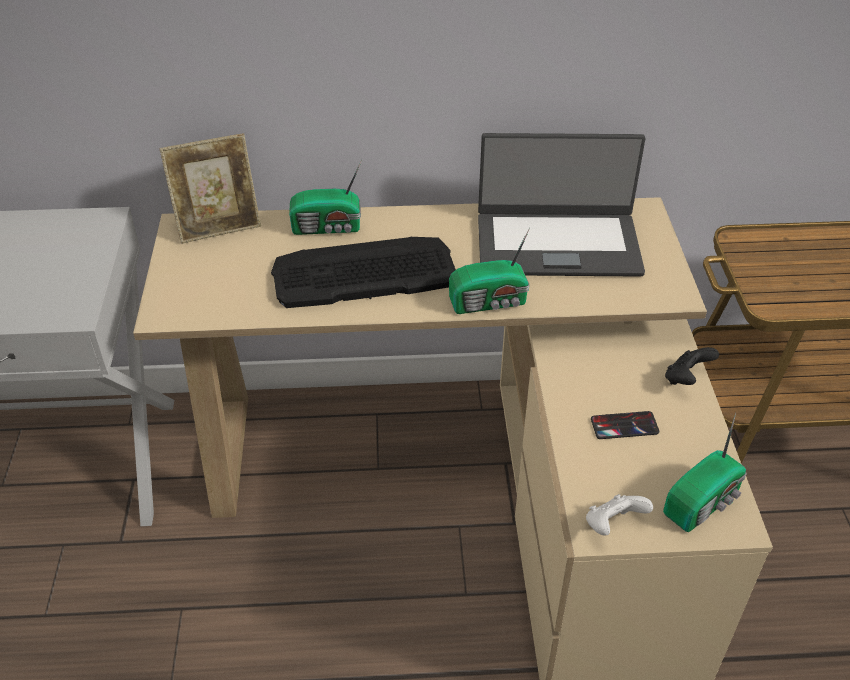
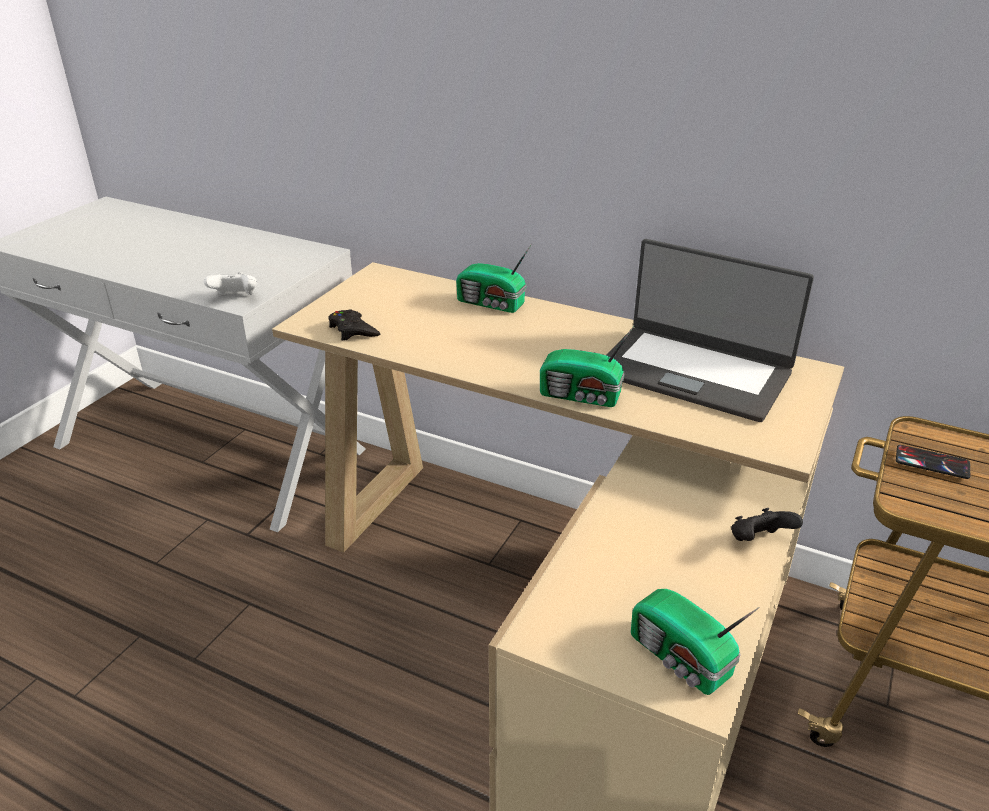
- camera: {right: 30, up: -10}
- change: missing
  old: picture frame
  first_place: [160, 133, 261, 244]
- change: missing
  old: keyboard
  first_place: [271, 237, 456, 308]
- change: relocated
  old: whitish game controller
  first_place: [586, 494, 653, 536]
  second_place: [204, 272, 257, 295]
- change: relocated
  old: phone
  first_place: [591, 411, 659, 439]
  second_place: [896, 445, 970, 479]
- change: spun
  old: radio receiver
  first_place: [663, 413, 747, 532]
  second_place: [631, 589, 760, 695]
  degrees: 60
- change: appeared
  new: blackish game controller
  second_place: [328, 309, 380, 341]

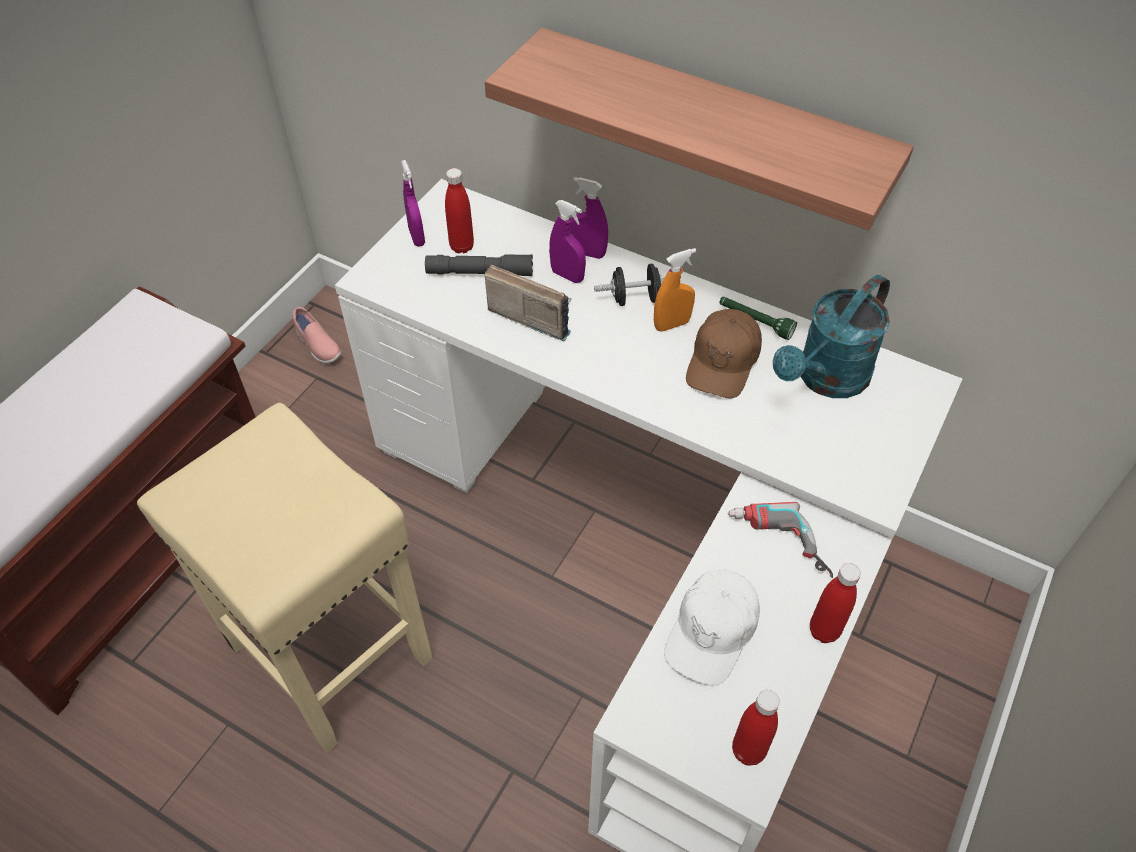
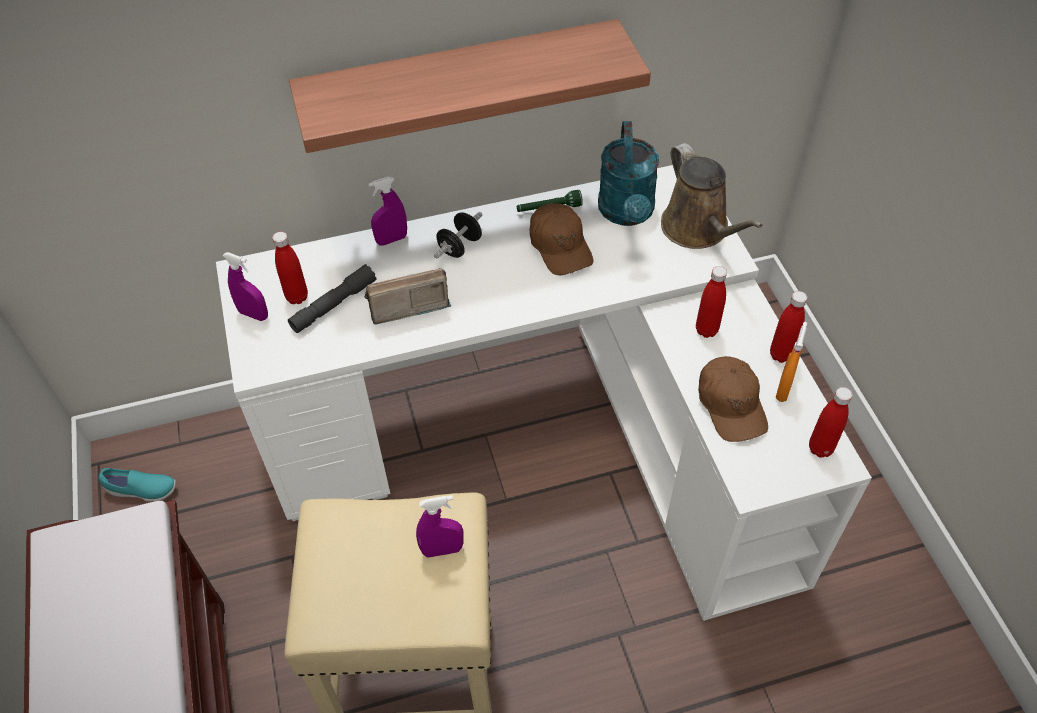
- camera: {right: -45, up: 0}
- change: colour
  old: pink-coloured item of footwear
  new: turquoise item of footwear
  first_place: [292, 307, 342, 363]
  second_place: [99, 468, 176, 502]
- change: relocated
  old: purple-coloured spray bottle
  first_place: [549, 200, 586, 283]
  second_place: [416, 495, 464, 557]
- change: relocated
  old: orange-coloured spray bottle
  first_place: [654, 248, 696, 332]
  second_place: [776, 322, 807, 402]
- change: colour
  old: whitish cap
  new: brownish cap
  first_place: [664, 570, 760, 686]
  second_place: [699, 356, 768, 442]
- change: exchanged
  old: electric drill
  new: red drink bottle
  first_place: [728, 502, 833, 578]
  second_place: [696, 266, 727, 338]
- change: appeared
  new: brownish sprinkling can
  second_place: [661, 143, 763, 249]

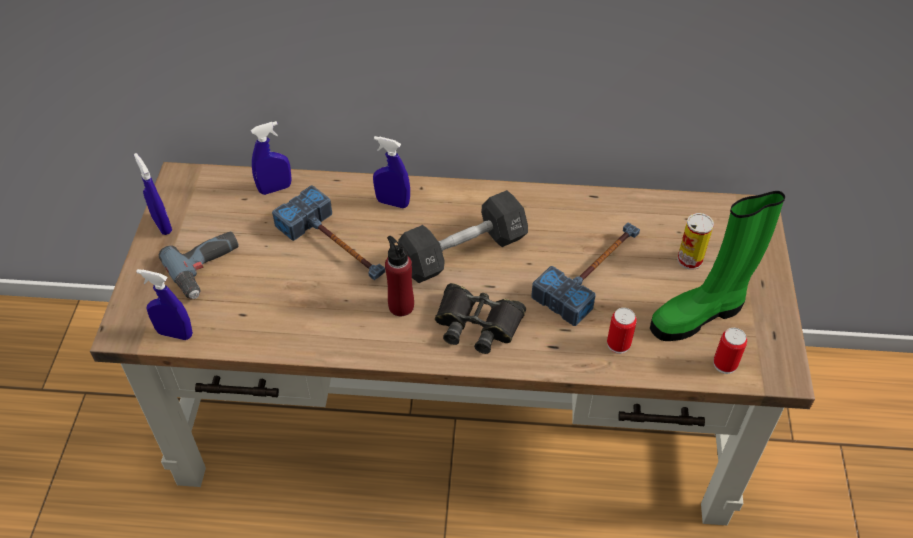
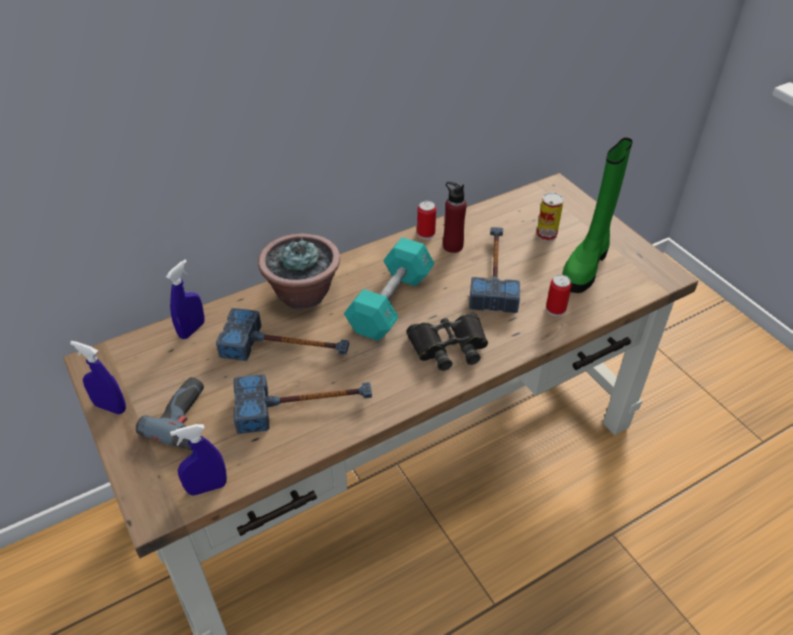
- camera: {right: -35, up: -5}
- change: exchanged
  old: blue spray bottle
  new: houseplant
  first_place: [373, 136, 410, 208]
  second_place: [258, 234, 340, 310]
- change: relocated
  old: red drink bottle
  first_place: [385, 236, 414, 316]
  second_place: [443, 182, 467, 253]
- change: colour
  old: blackish dumbbell
  new: turquoise dumbbell
  first_place: [398, 190, 528, 283]
  second_place: [344, 237, 435, 341]
- change: relocated
  old: metal can
  first_place: [714, 328, 747, 374]
  second_place: [417, 201, 436, 240]
- change: appeared
  new: hammer
  second_place: [234, 374, 372, 434]

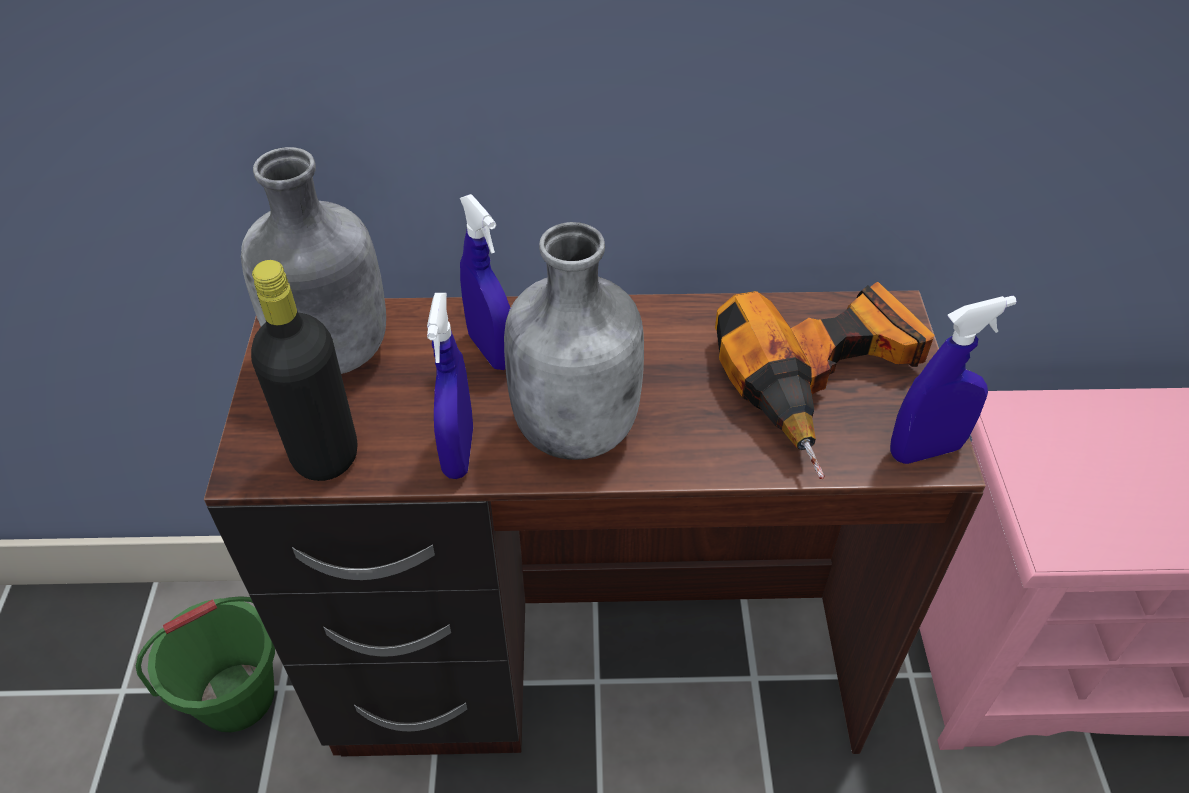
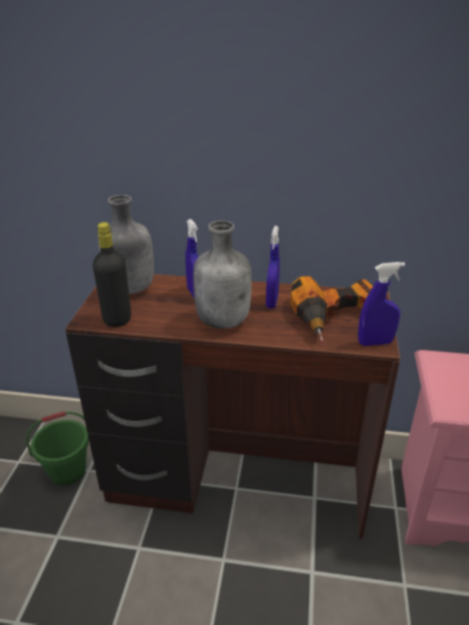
- camera: {right: 10, up: -15}
- change: relocated
  old: blue spray bottle
  first_place: [427, 293, 473, 479]
  second_place: [266, 226, 280, 308]

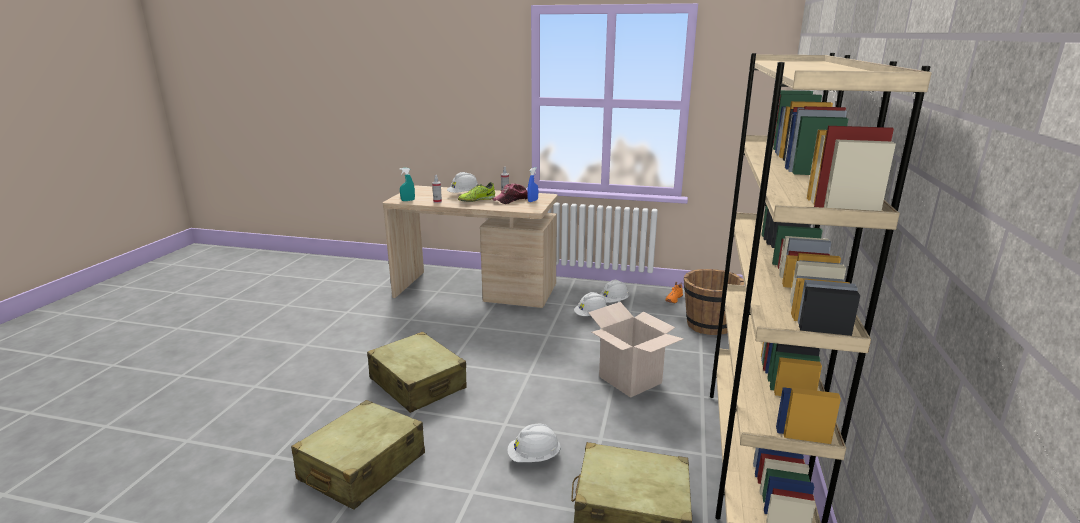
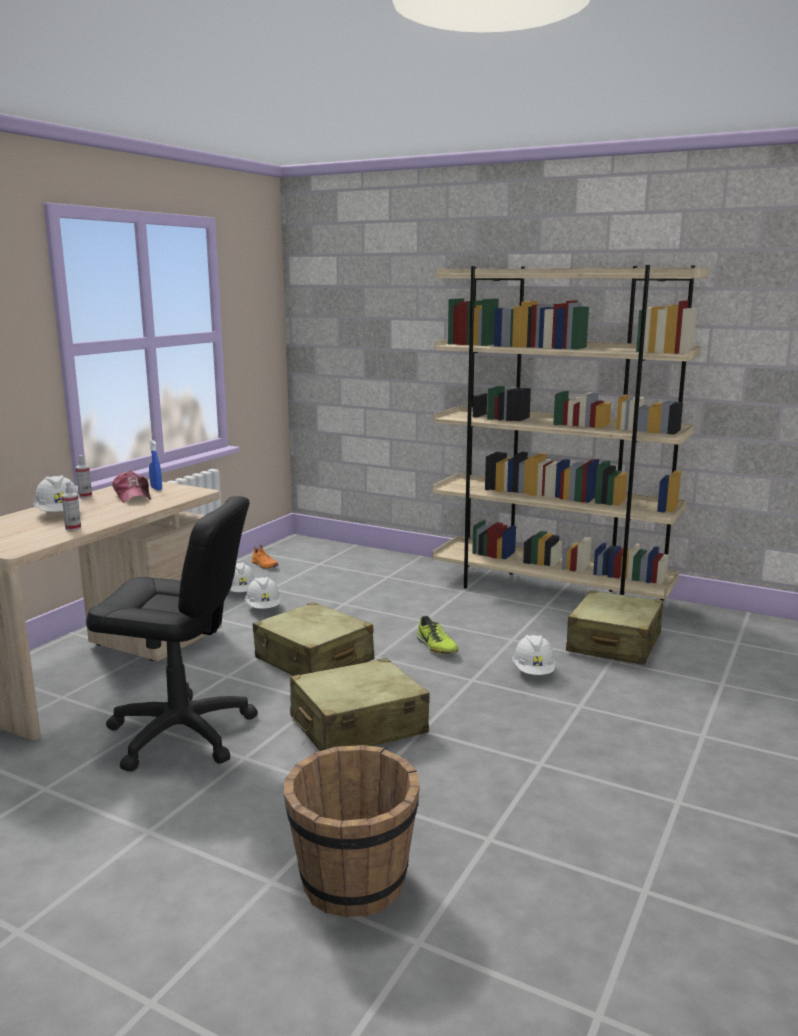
- camera: {right: -75, up: -5}
- change: relocated
  old: beige piece of luggage
  first_place: [291, 400, 425, 510]
  second_place: [253, 602, 374, 676]
- change: missing
  old: turquoise spray bottle
  first_place: [400, 168, 415, 201]
- change: relocated
  old: item of footwear
  first_place: [458, 182, 495, 202]
  second_place: [417, 616, 458, 654]
- change: missing
  old: cardboard box
  first_place: [588, 302, 684, 398]
- change: relocated
  old: brownish water bucket
  first_place: [684, 269, 744, 335]
  second_place: [284, 745, 420, 917]
- change: appeared
  new: blackish computer chair
  second_place: [86, 496, 258, 772]

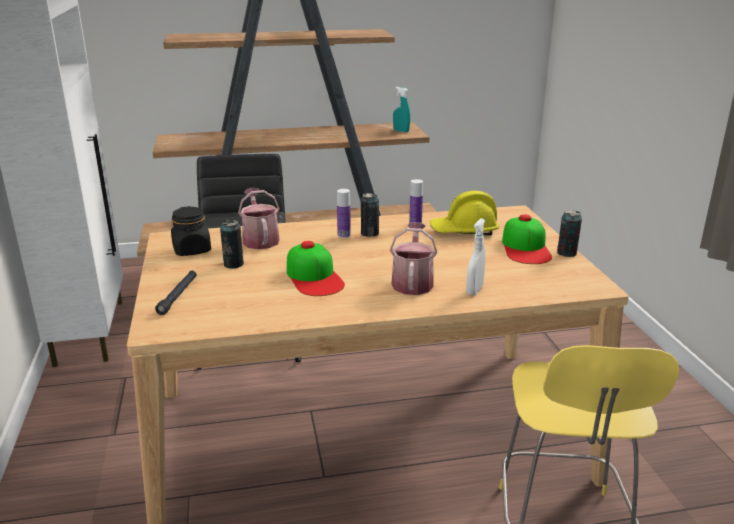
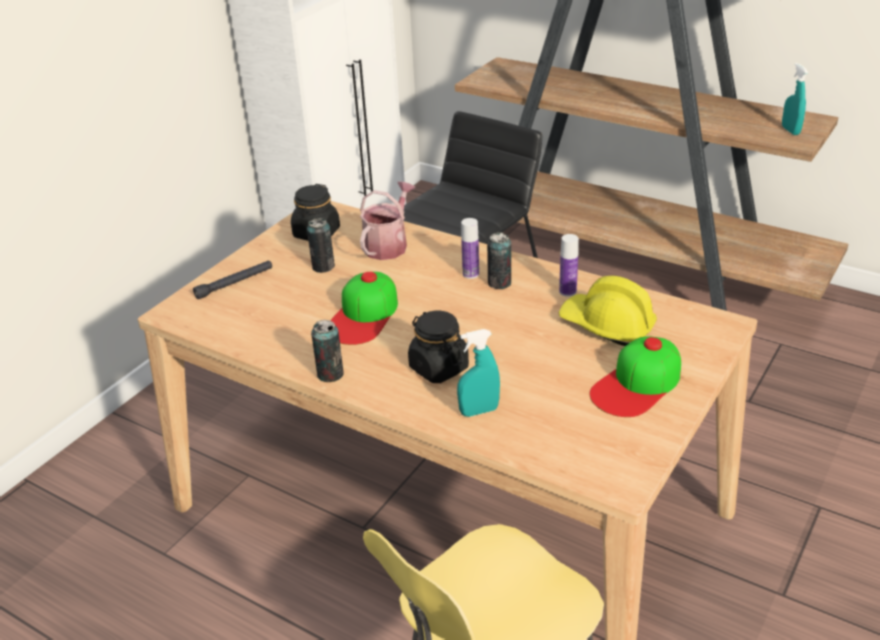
- camera: {right: 45, up: 10}
- change: exchanged
  old: sprinkling can
  new: blackish storage jar
  first_place: [390, 222, 437, 295]
  second_place: [408, 311, 469, 383]
- change: colour
  old: whitish spray bottle
  new: turquoise spray bottle
  first_place: [466, 218, 486, 295]
  second_place: [457, 329, 500, 417]
- change: relocated
  old: metal can
  first_place: [557, 210, 582, 257]
  second_place: [311, 320, 344, 382]

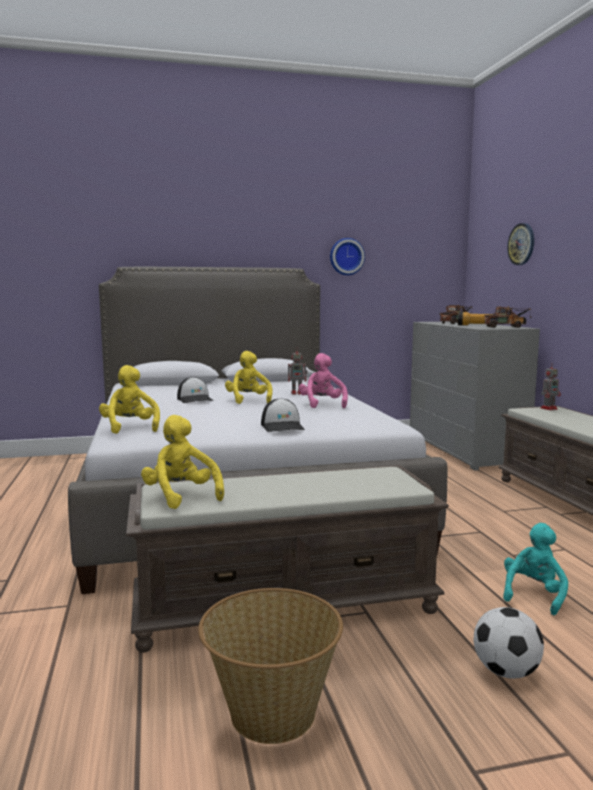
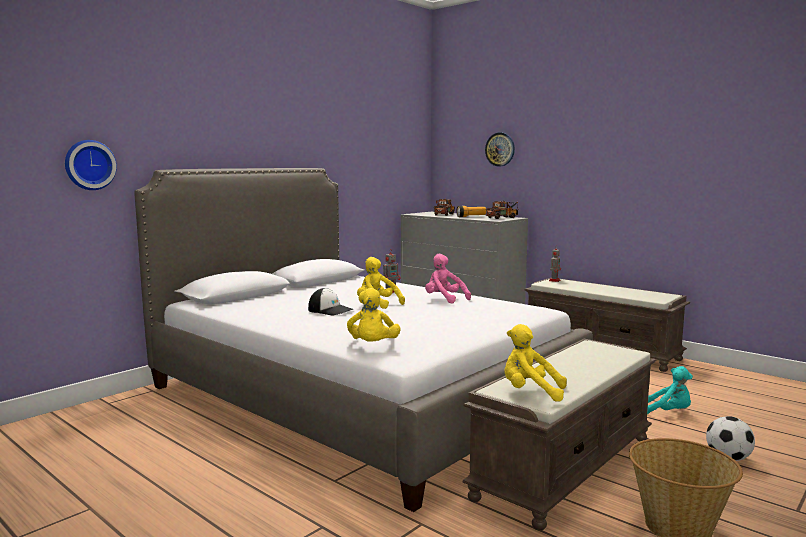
- camera: {right: -35, up: 0}
- change: spun
  old: yellow plush toy
  first_place: [99, 365, 160, 434]
  second_place: [347, 288, 401, 341]
  degrees: -120
- change: missing
  old: cap
  first_place: [261, 398, 305, 432]
- change: relocated
  old: clock on the wall
  first_place: [330, 238, 365, 275]
  second_place: [65, 140, 117, 190]
- change: spun
  old: turquoise plush toy
  first_place: [503, 523, 568, 615]
  second_place: [647, 366, 693, 414]
  degrees: 120

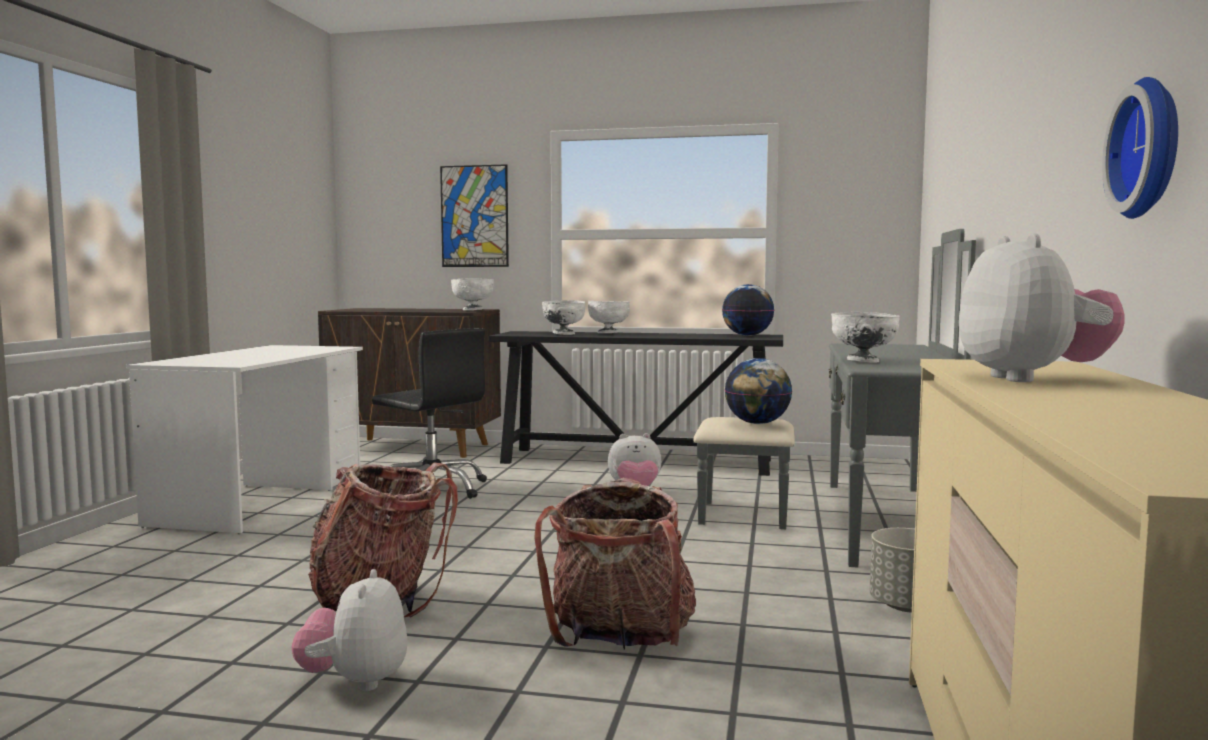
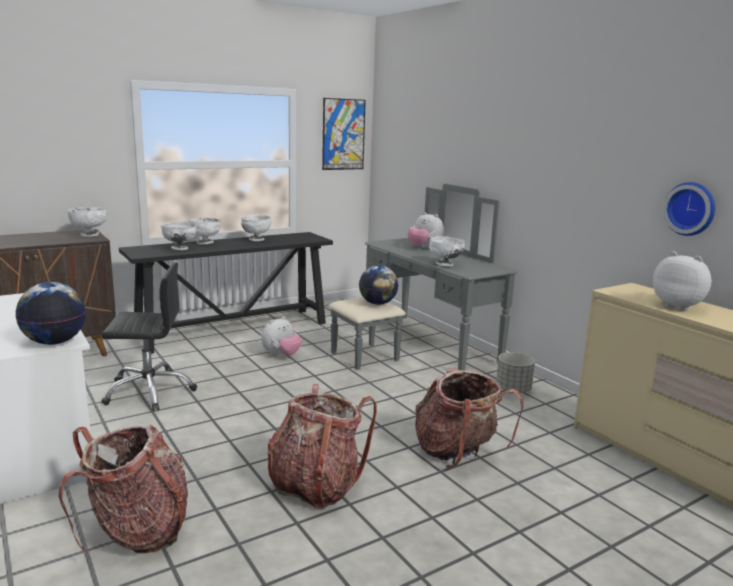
- camera: {right: -45, up: 10}
- change: relocated
  old: plush toy
  first_place: [292, 569, 407, 691]
  second_place: [407, 212, 444, 249]
- change: relocated
  old: wall art
  first_place: [440, 164, 509, 267]
  second_place: [322, 98, 366, 170]
- change: relocated
  old: globe
  first_place: [722, 284, 774, 336]
  second_place: [15, 282, 86, 345]
- change: appeared
  new: knapsack
  second_place: [58, 424, 188, 554]
- change: appeared
  new: whitish serving bowl
  second_place: [241, 215, 271, 241]

